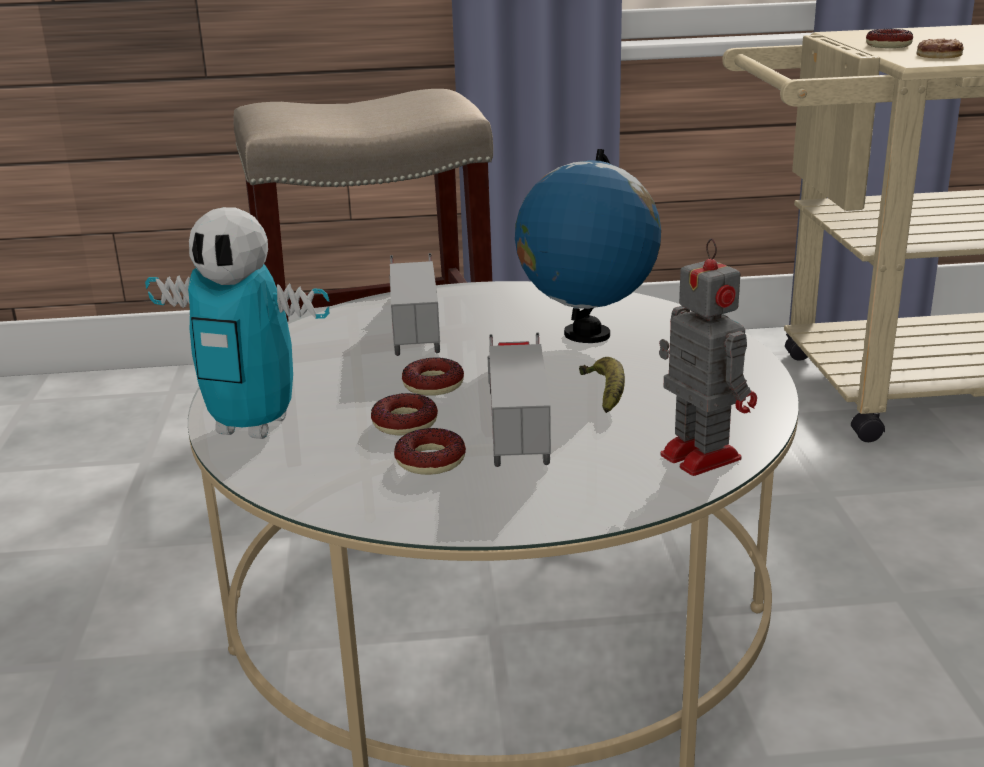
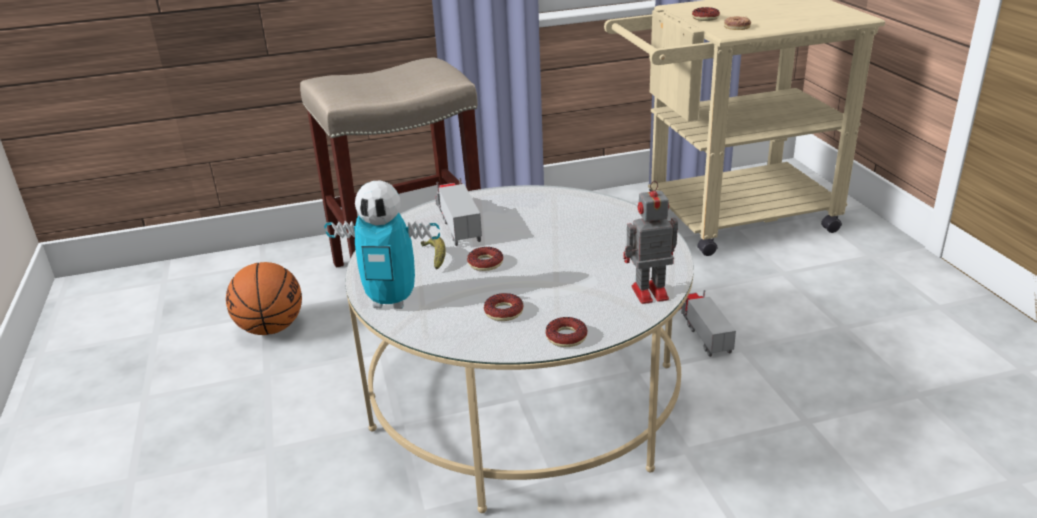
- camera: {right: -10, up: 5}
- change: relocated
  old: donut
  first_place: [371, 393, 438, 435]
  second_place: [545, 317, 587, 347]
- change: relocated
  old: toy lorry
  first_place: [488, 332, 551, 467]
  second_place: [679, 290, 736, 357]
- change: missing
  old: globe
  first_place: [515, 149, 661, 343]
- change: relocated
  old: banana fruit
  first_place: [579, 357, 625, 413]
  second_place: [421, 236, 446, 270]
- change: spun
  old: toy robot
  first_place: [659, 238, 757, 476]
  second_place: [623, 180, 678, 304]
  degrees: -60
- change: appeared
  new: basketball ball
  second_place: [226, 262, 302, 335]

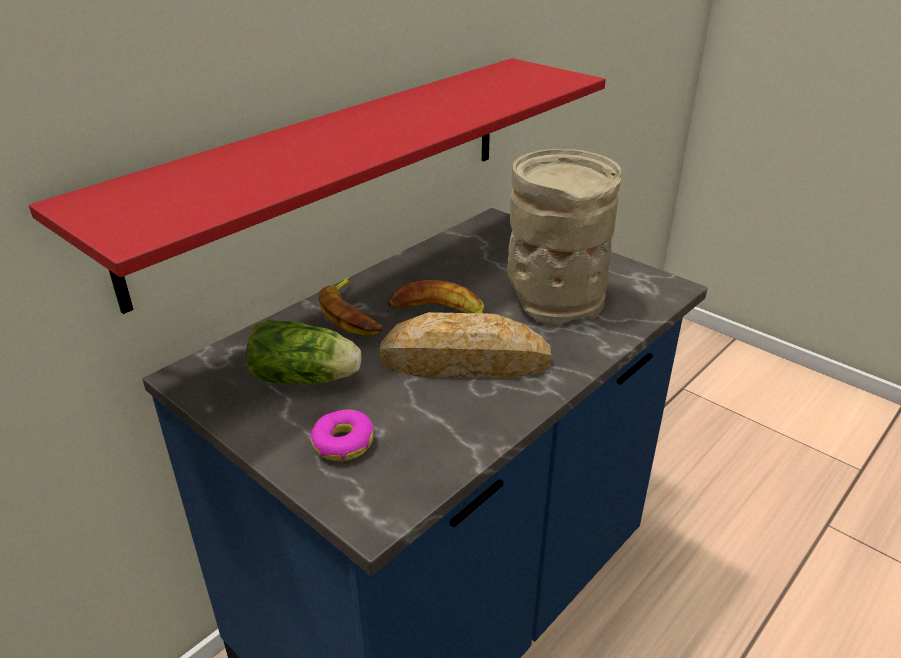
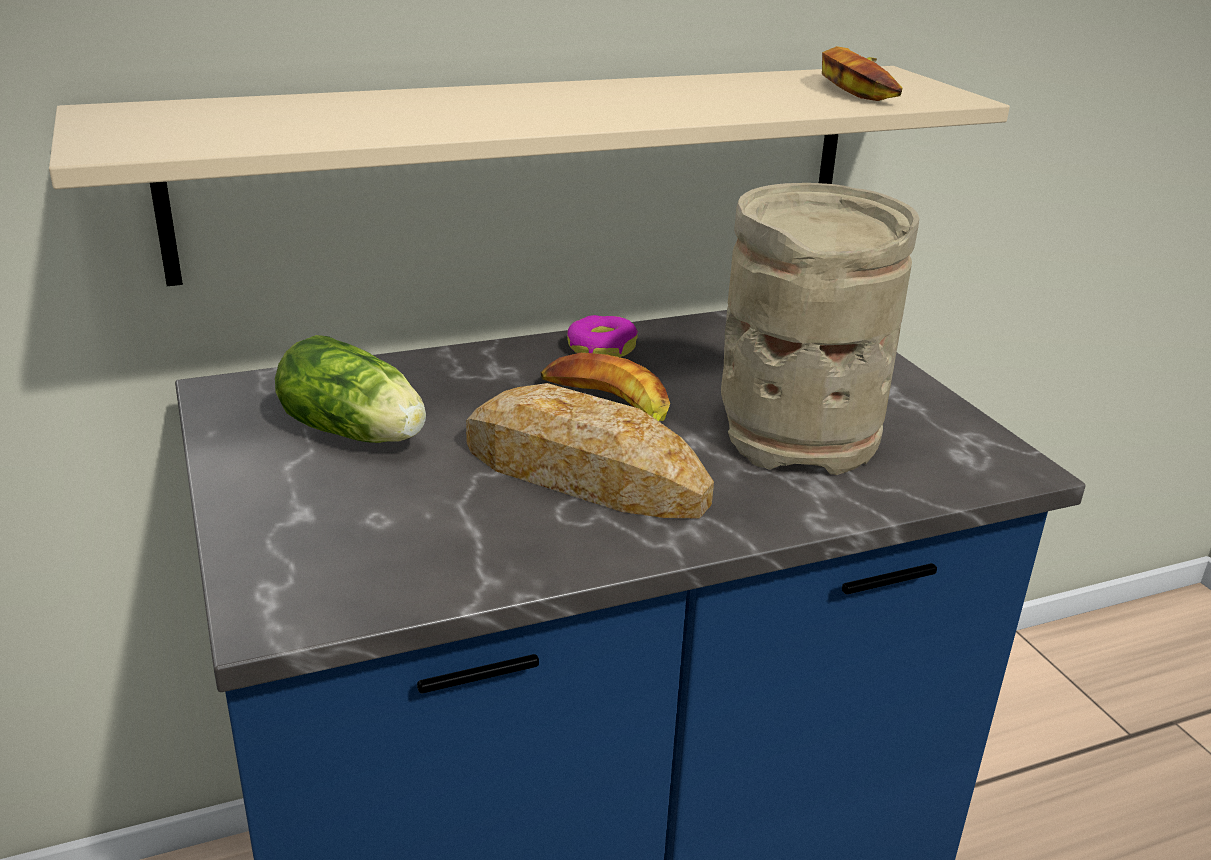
- camera: {right: 25, up: -5}
- change: colour
  old: red wall shelf
  new: beige wall shelf
  first_place: [29, 58, 606, 314]
  second_place: [49, 66, 1010, 286]
- change: relocated
  old: donut
  first_place: [311, 410, 373, 461]
  second_place: [567, 315, 638, 357]
- change: relocated
  old: banana fruit
  first_place: [318, 277, 382, 336]
  second_place: [822, 46, 902, 101]

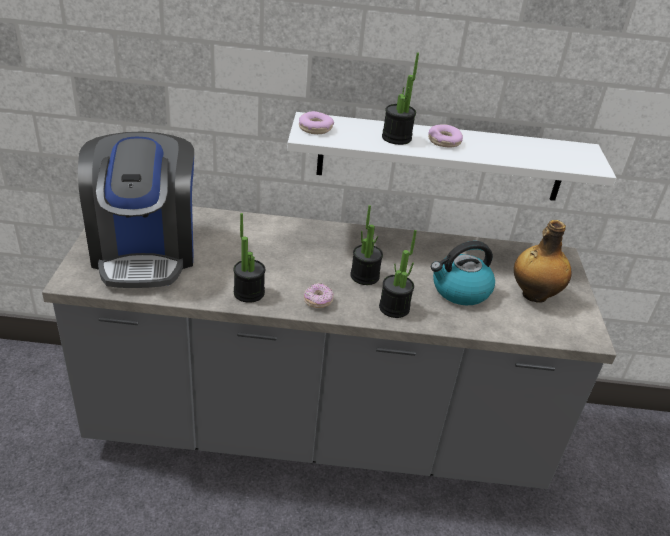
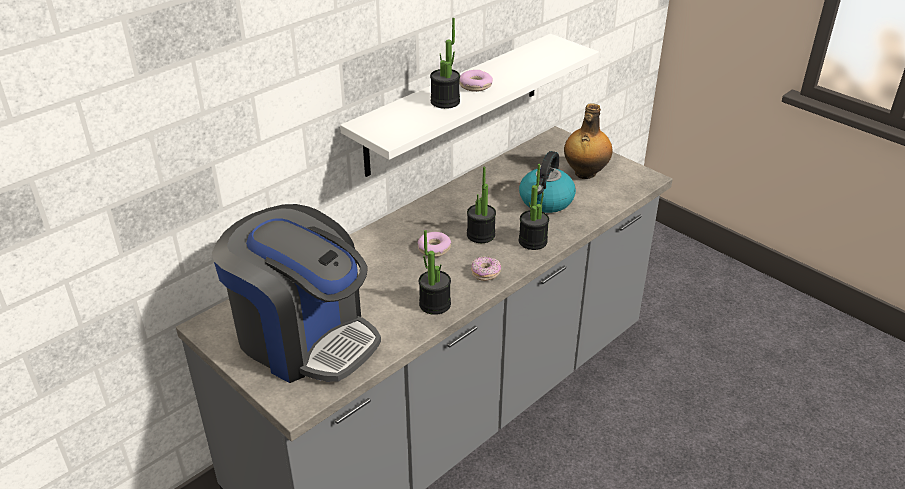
- camera: {right: -45, up: 0}
- change: relocated
  old: donut
  first_place: [299, 111, 334, 134]
  second_place: [418, 232, 451, 257]

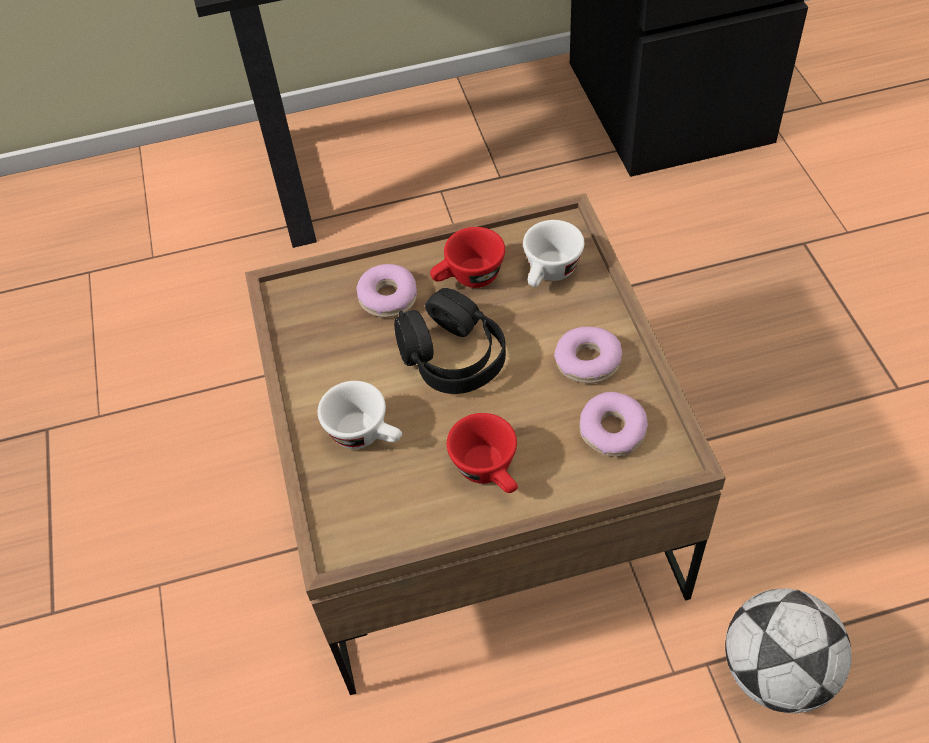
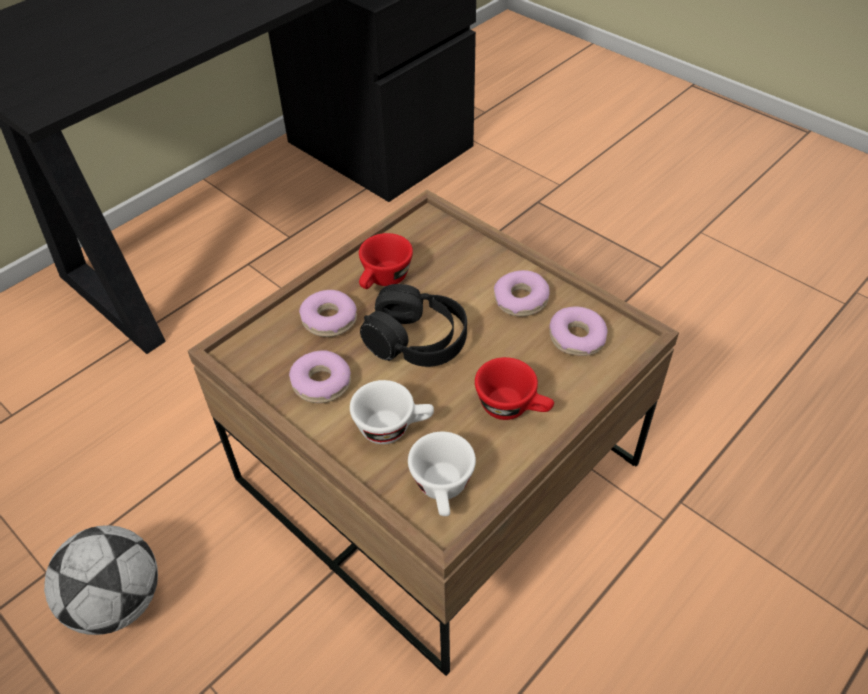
- camera: {right: -35, up: -5}
- change: relocated
  old: whitish cup
  first_place: [523, 220, 584, 287]
  second_place: [408, 432, 476, 516]
- change: relocated
  old: football ball
  first_place: [725, 588, 852, 713]
  second_place: [44, 525, 158, 635]
- change: appeared
  new: donut
  second_place: [289, 350, 351, 403]

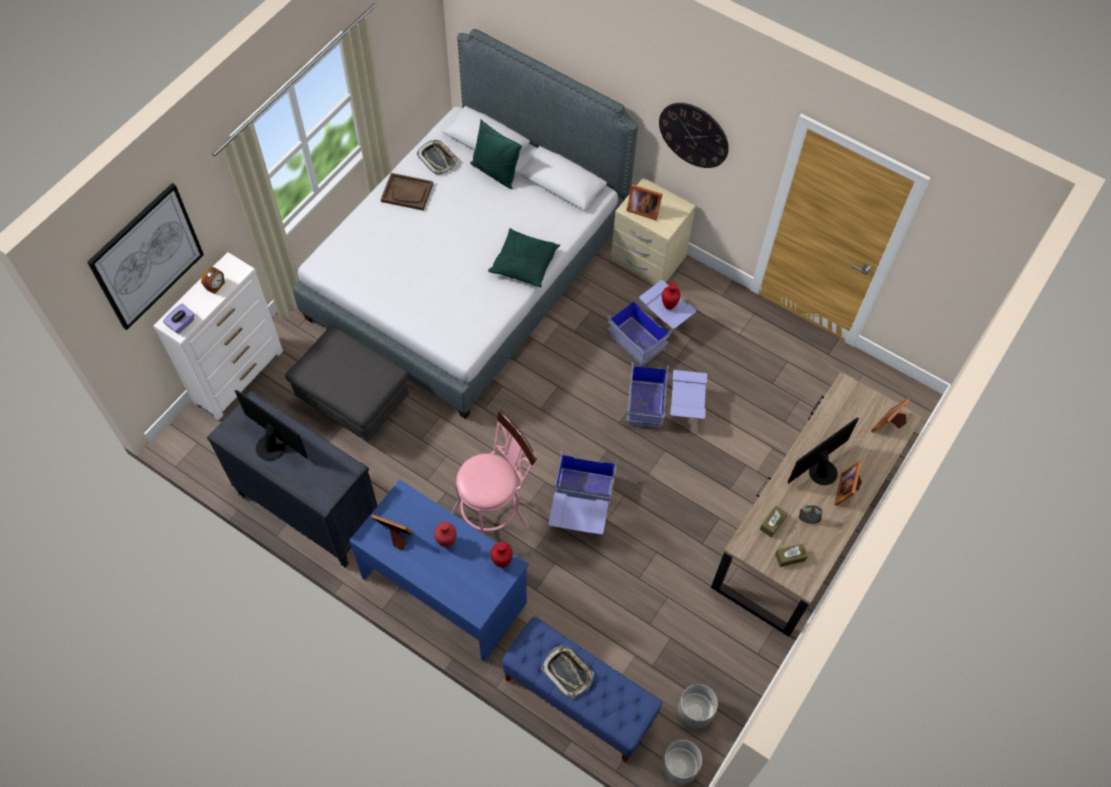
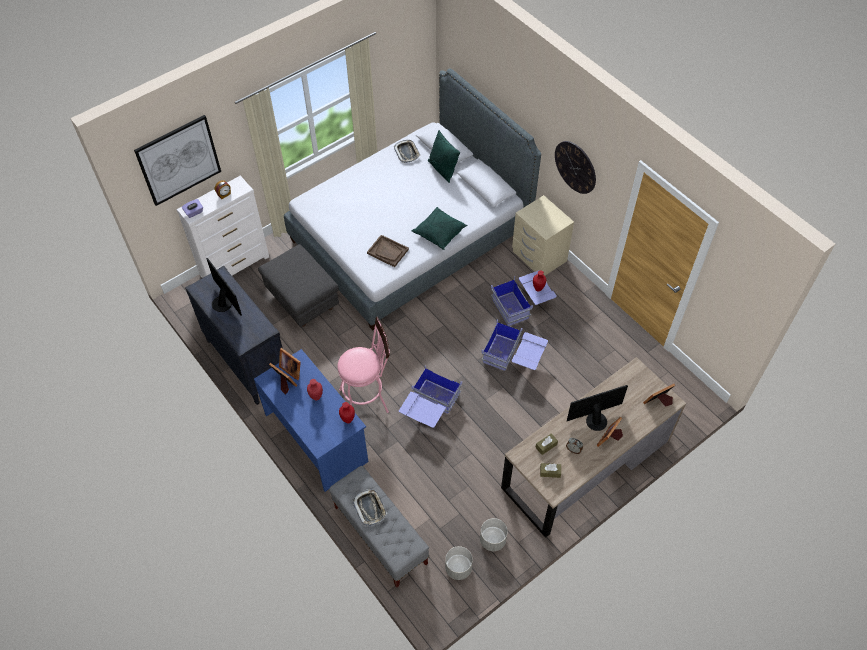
- camera: {right: 20, up: -5}
- change: relocated
  old: brownish tray
  first_place: [381, 173, 433, 211]
  second_place: [367, 235, 409, 267]
- change: colour
  old: blue indoor bench
  new: grey indoor bench
  first_place: [502, 617, 662, 762]
  second_place: [329, 466, 429, 588]
- change: relocated
  old: picture frame
  first_place: [626, 184, 662, 220]
  second_place: [279, 348, 301, 381]
- change: relocated
  old: grey plant pot
  first_place: [662, 740, 702, 784]
  second_place: [480, 518, 508, 551]

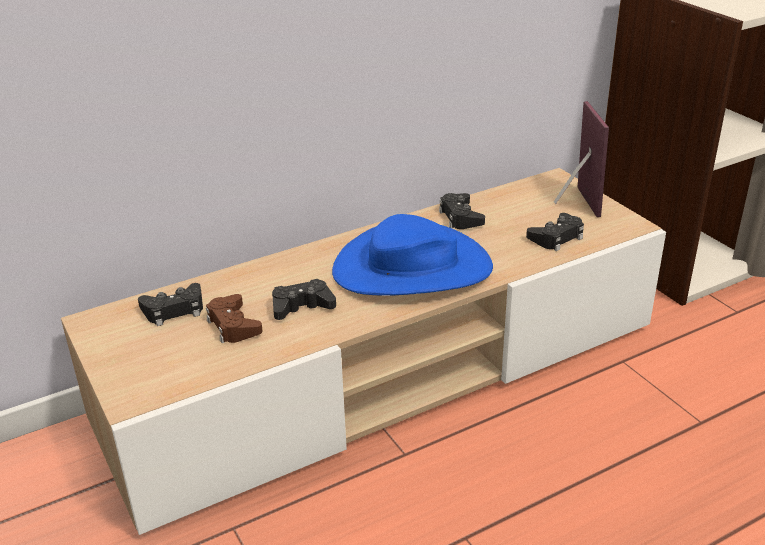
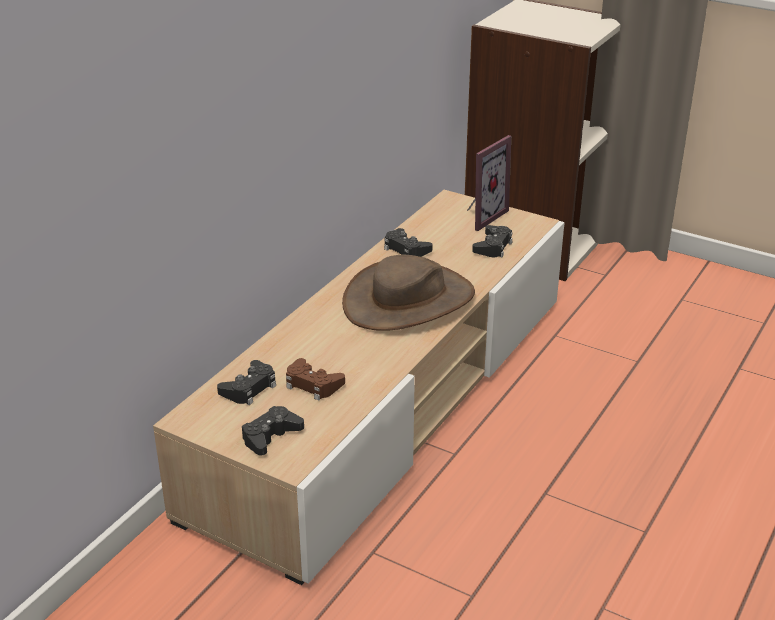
- camera: {right: -30, up: 0}
- change: relocated
  old: blackish game controller
  first_place: [272, 279, 336, 320]
  second_place: [242, 406, 304, 456]
- change: colour
  old: blue wearable hat
  new: brownish wearable hat
  first_place: [332, 214, 493, 296]
  second_place: [342, 255, 475, 331]
- change: spun
  old: picture frame
  first_place: [554, 101, 609, 217]
  second_place: [467, 135, 511, 231]
  degrees: 75

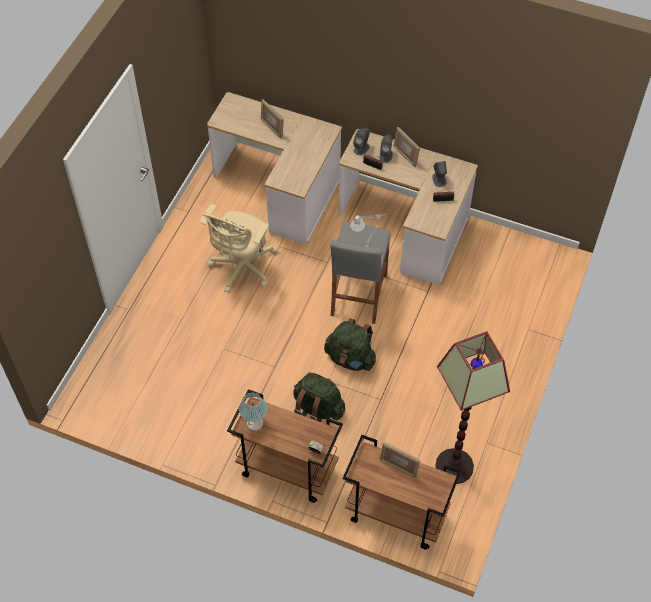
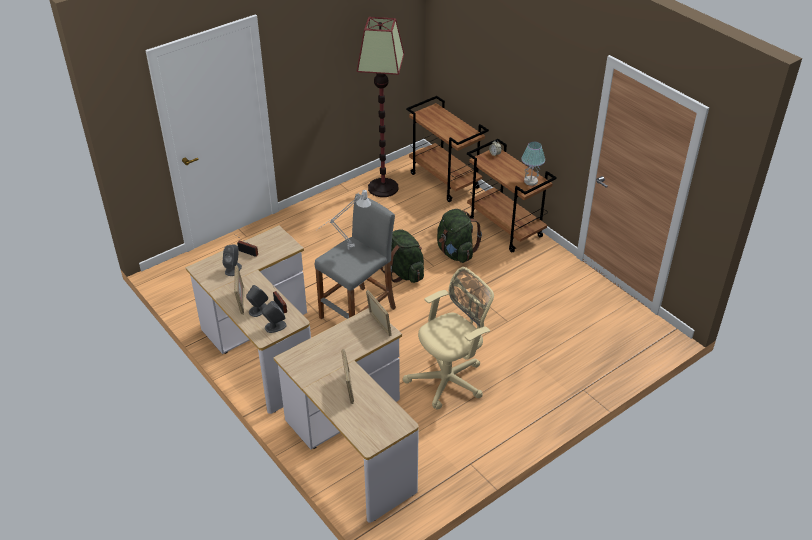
- camera: {right: -150, up: -15}
- change: relocated
  old: picture frame
  first_place: [380, 442, 420, 478]
  second_place: [366, 290, 392, 336]

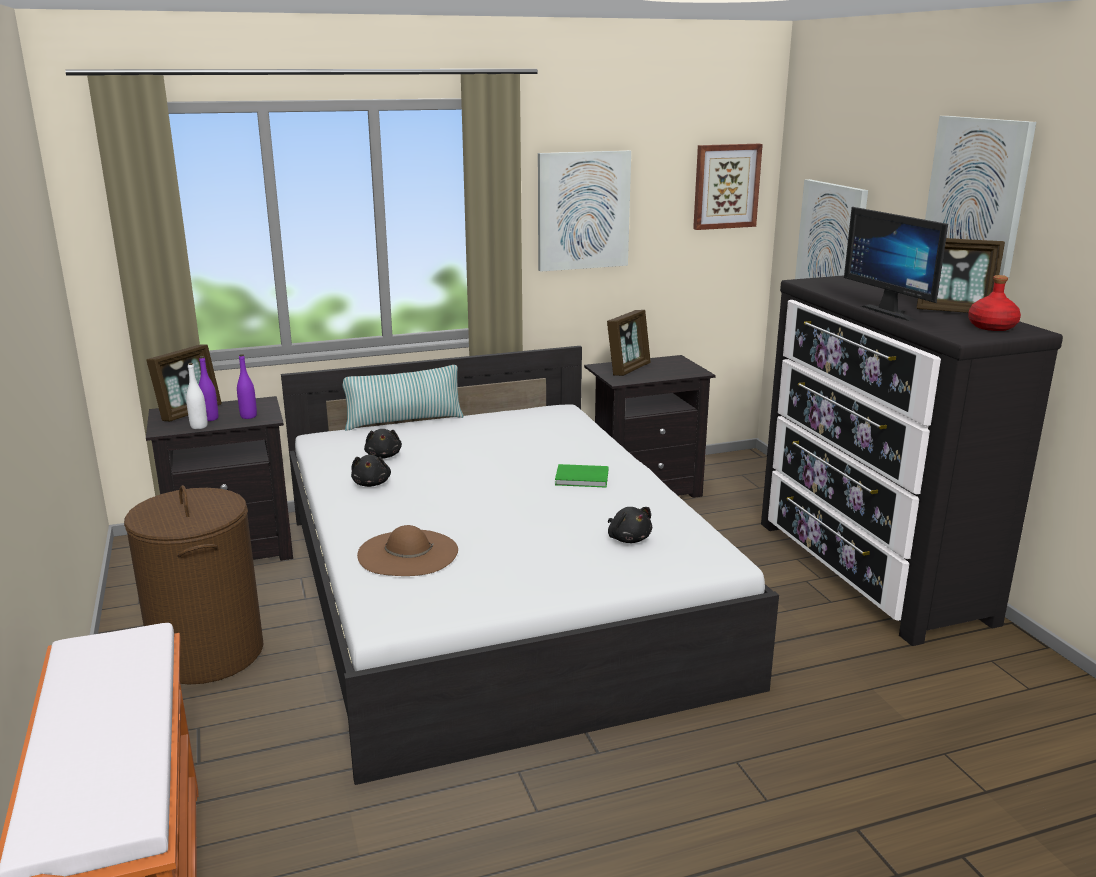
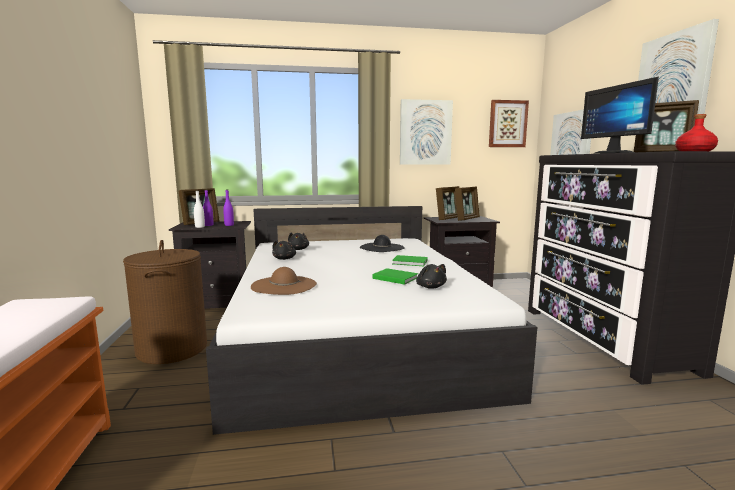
- camera: {right: 10, up: -10}
- change: missing
  old: throw pillow
  first_place: [343, 365, 464, 431]
- change: appeared
  new: blackish wearable hat
  second_place: [360, 235, 405, 252]
- change: appeared
  new: green volume
  second_place: [372, 268, 418, 285]
- change: appeared
  new: picture frame
  second_place: [455, 186, 480, 221]

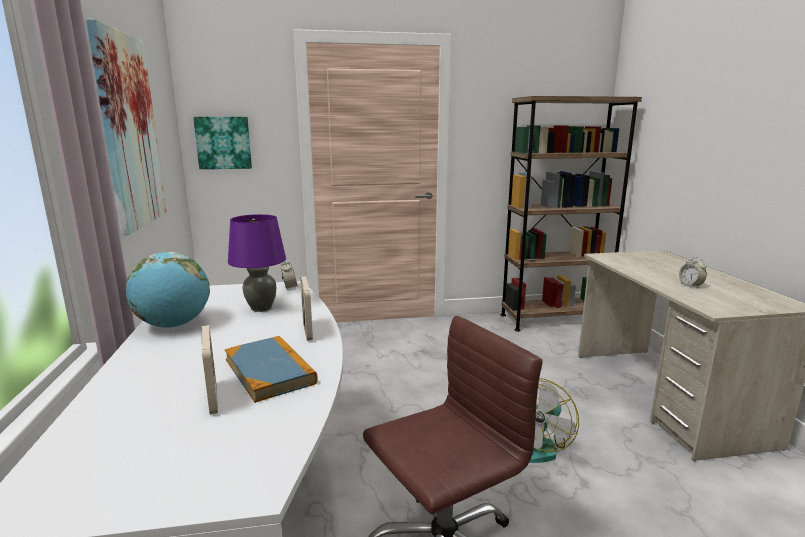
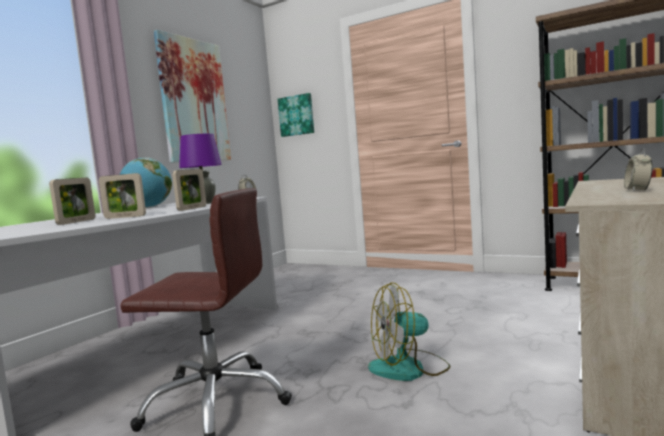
- camera: {right: 40, up: -10}
- change: exchanged
  old: volume
  new: picture frame
  first_place: [225, 336, 318, 403]
  second_place: [99, 173, 146, 219]

